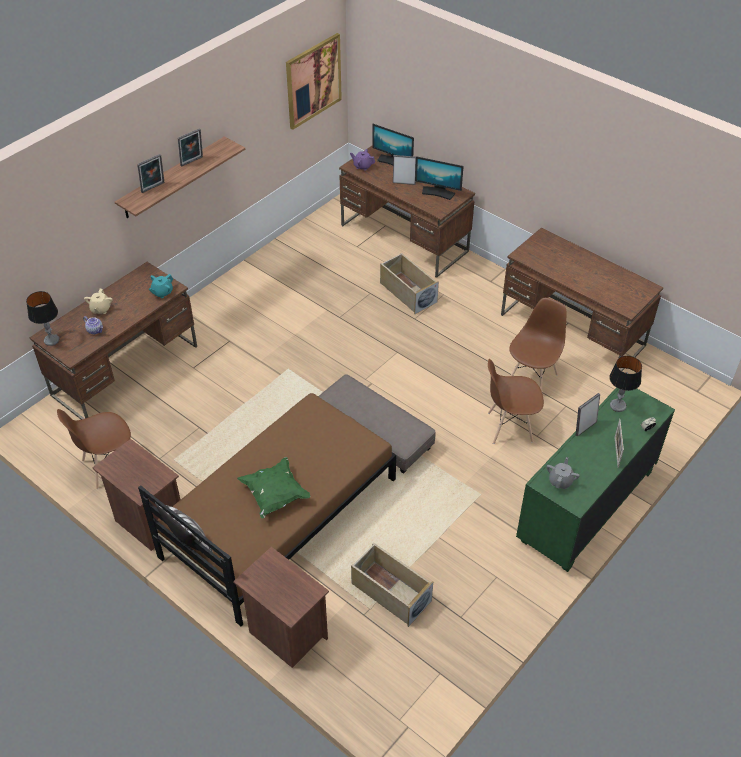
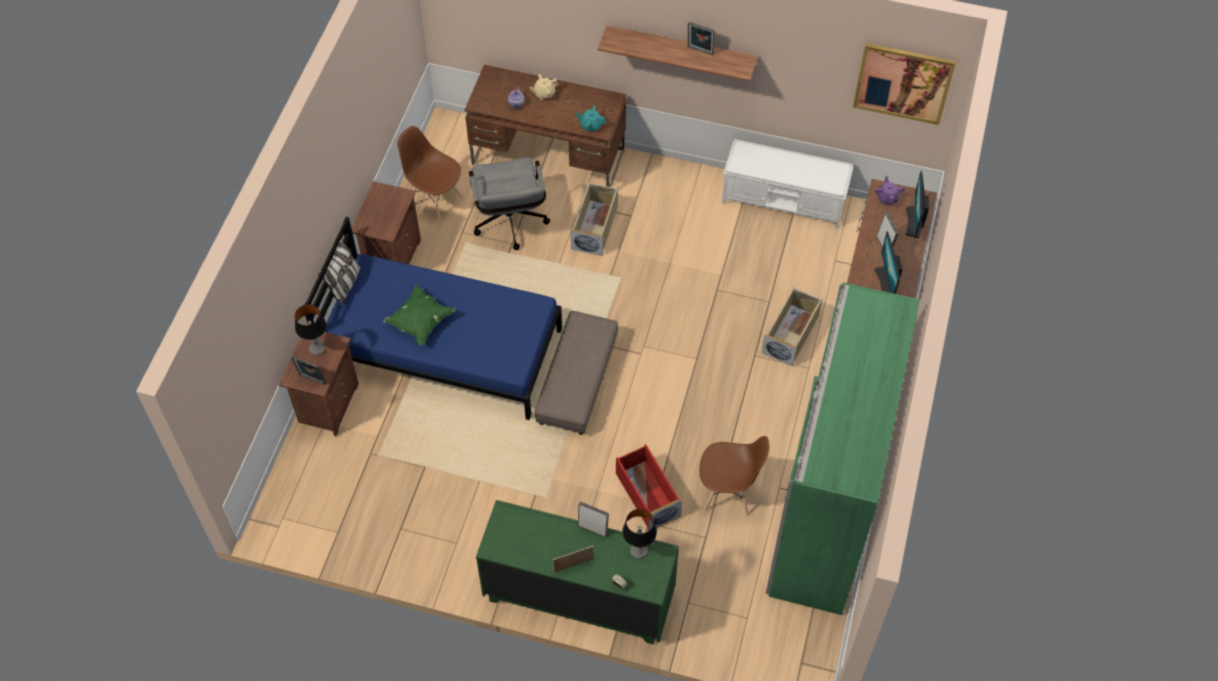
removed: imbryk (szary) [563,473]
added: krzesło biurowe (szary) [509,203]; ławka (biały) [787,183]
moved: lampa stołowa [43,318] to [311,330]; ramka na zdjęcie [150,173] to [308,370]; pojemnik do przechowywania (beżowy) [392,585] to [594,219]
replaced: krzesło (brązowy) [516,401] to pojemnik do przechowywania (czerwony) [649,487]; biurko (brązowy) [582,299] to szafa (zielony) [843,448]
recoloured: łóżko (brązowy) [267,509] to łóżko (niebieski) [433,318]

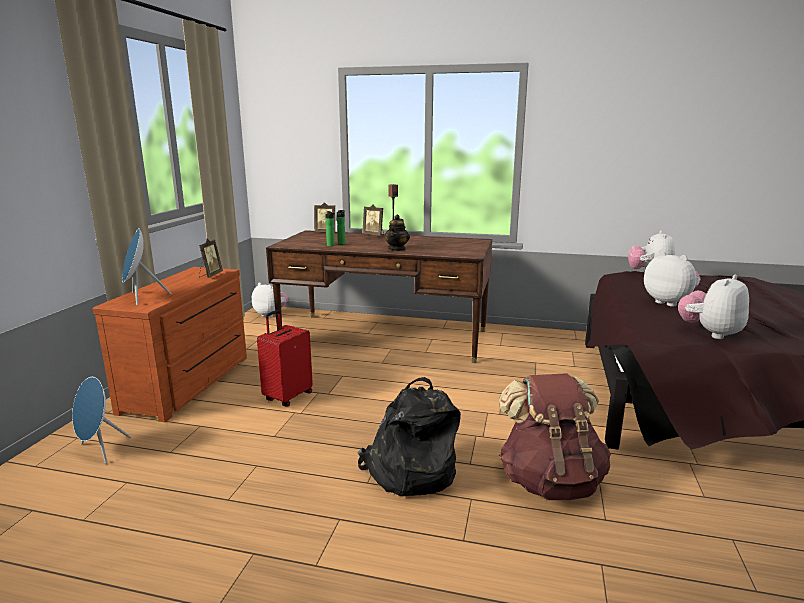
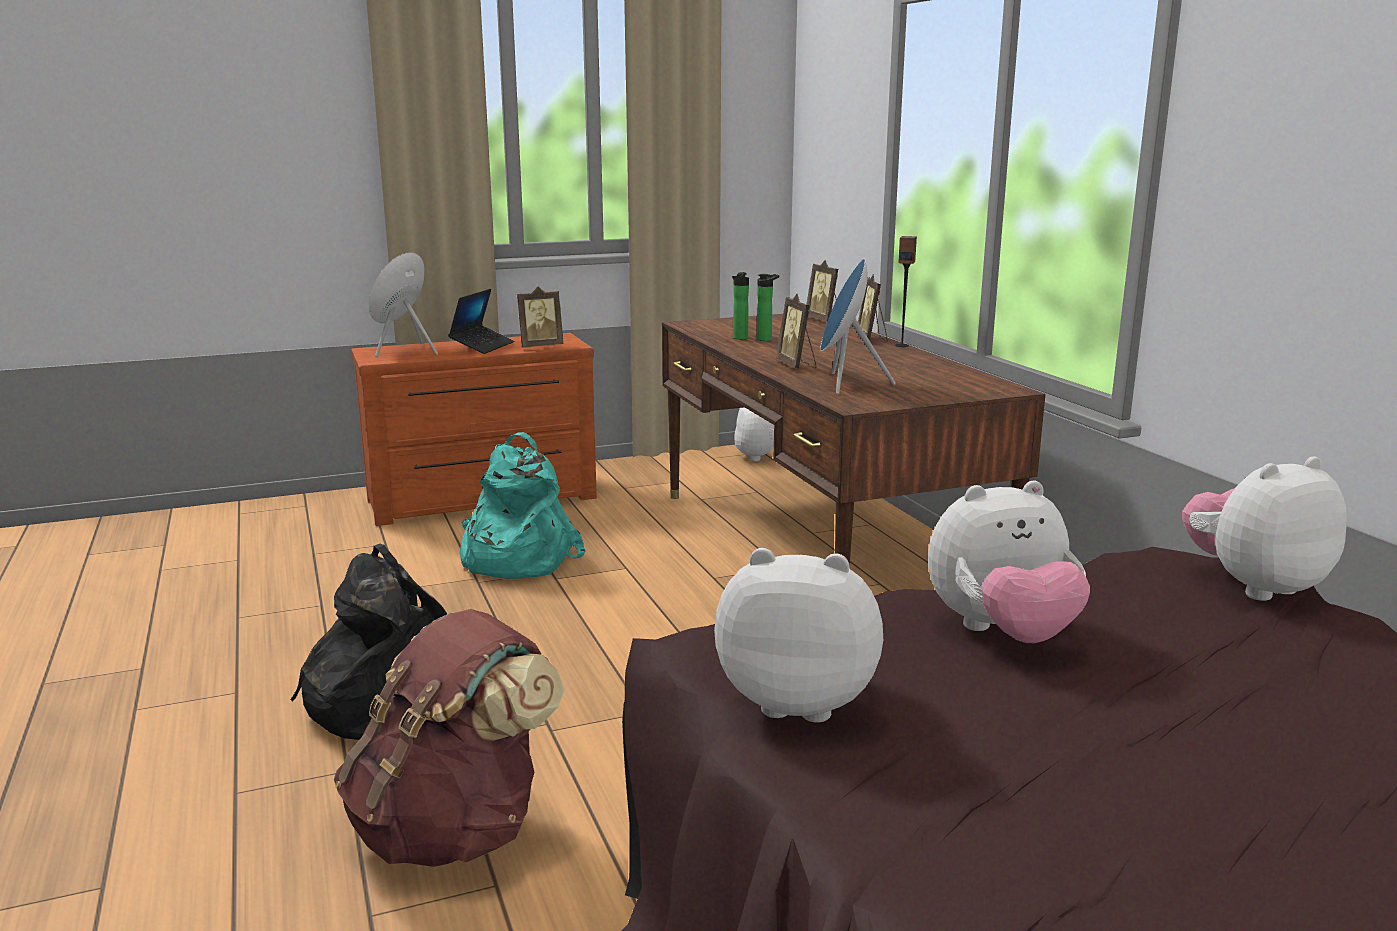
added: laptop [481,321]
moved: głośnik (niebieski) [101,420] to [858,326]
replaced: walizka (czerwony) [285,358] to plecak (turkusowy) [522,505]; imbryk [397,233] to ramka na zdjęcie [796,331]
turned: pluszak [672,279] = [1009,562] 60 degrees clockwise

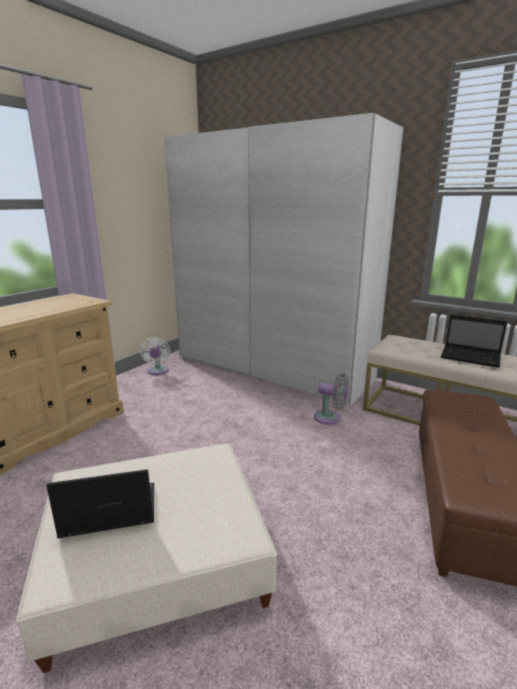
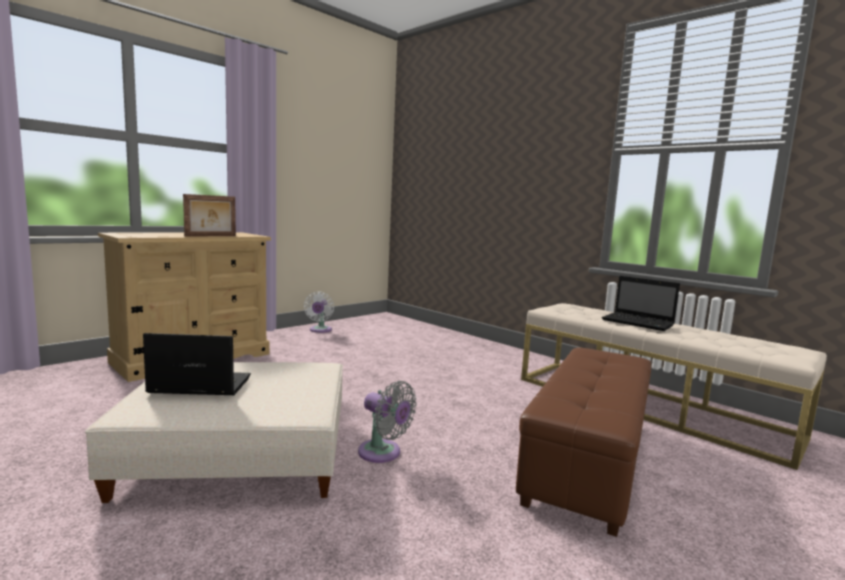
removed: szafa (biały) [284,259]
added: ramka na zdjęcie [209,215]
moved: wentylator (szary) [331,399] to [387,422]

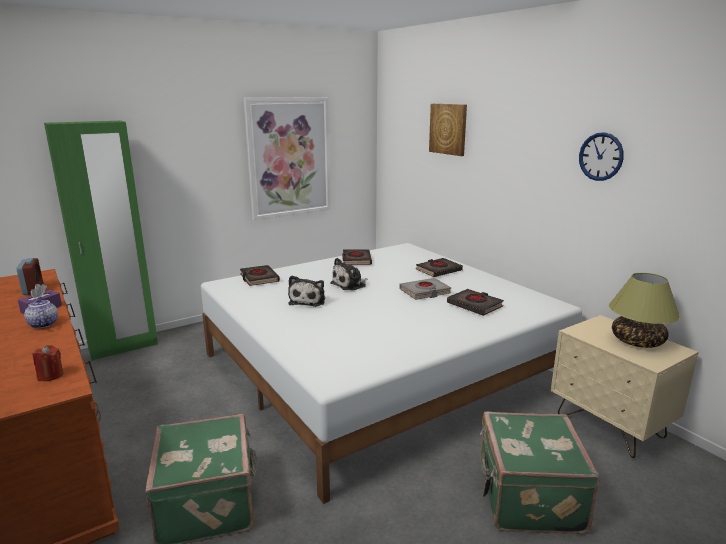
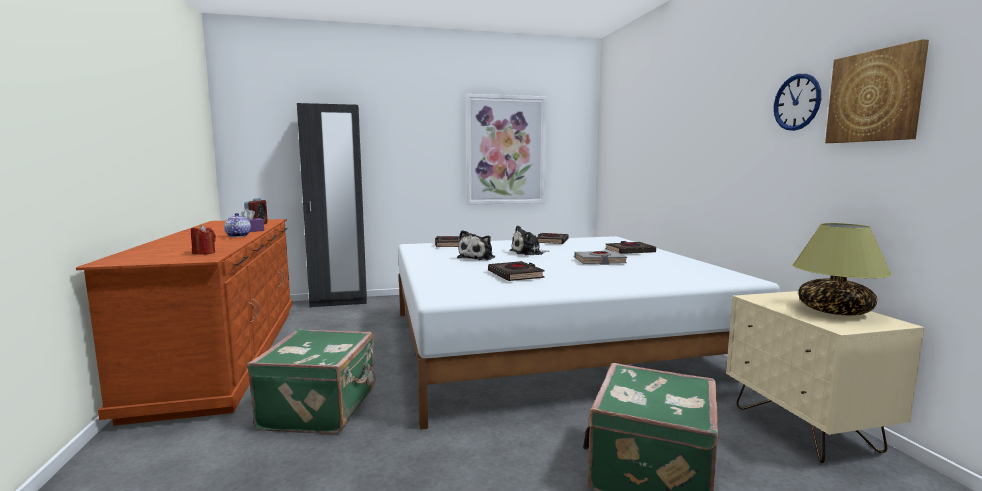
moved: obraz [448,130] to [877,91]; książka (czarny) [475,302] to [516,271]
recoloured: szafa (zielony) [101,241] to szafa (czarny) [332,205]

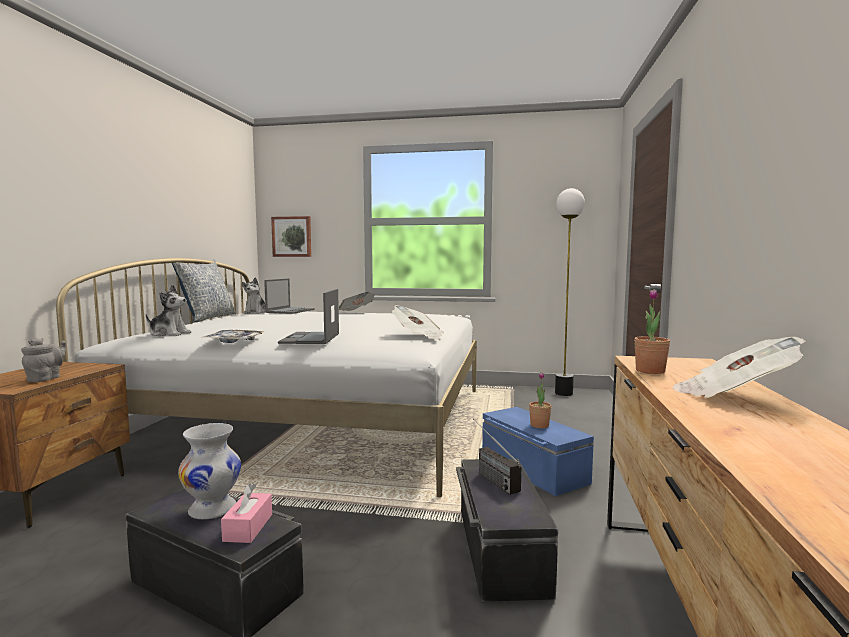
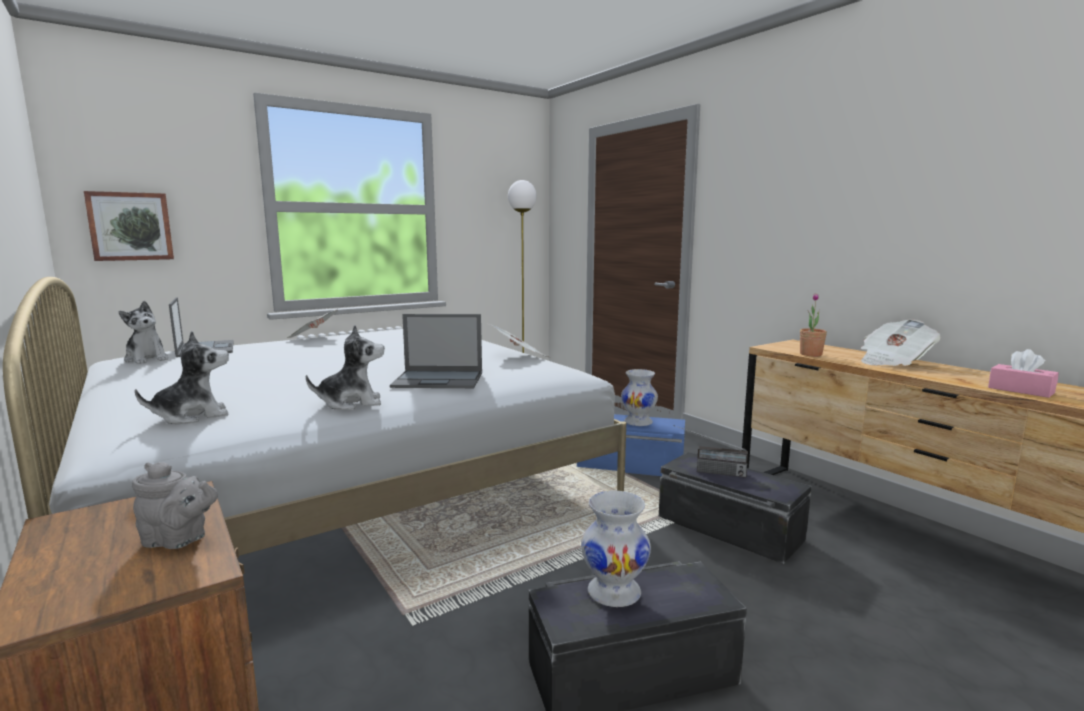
removed: poduszka [204,291]
moved: pudełko chusteczek (różowy) [246,513] to [1023,373]
replaced: taca [233,336] to pluszak [345,367]; roślina doniczkowa [540,400] to wazon (biały) [639,397]
turned: imbryk (szary) [43,360] = [175,505] 135 degrees clockwise; laptop [308,316] = [436,351] 45 degrees counterclockwise

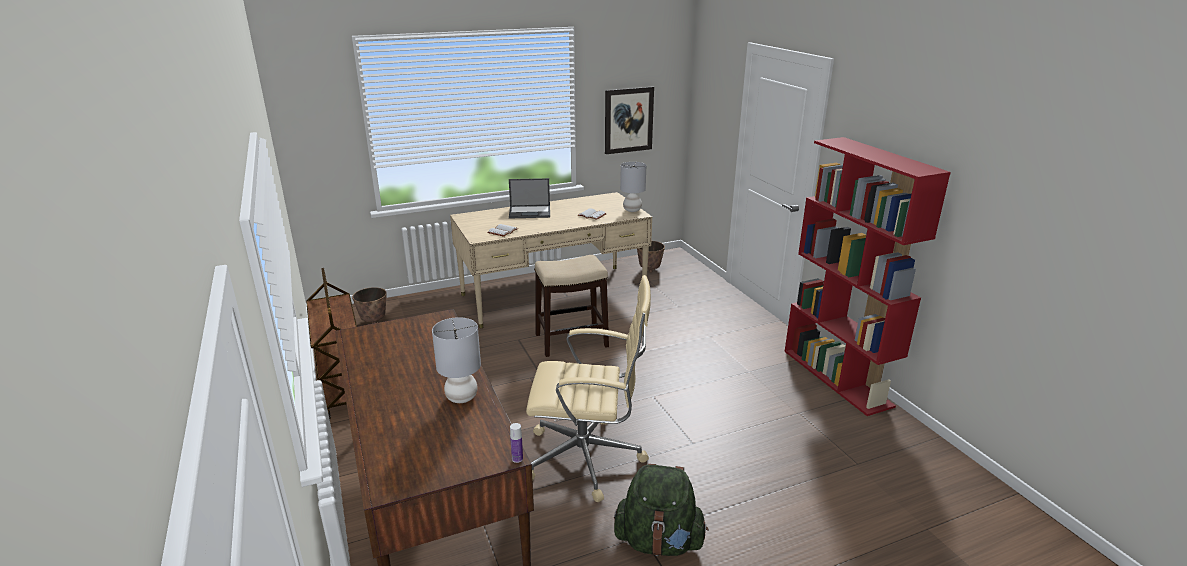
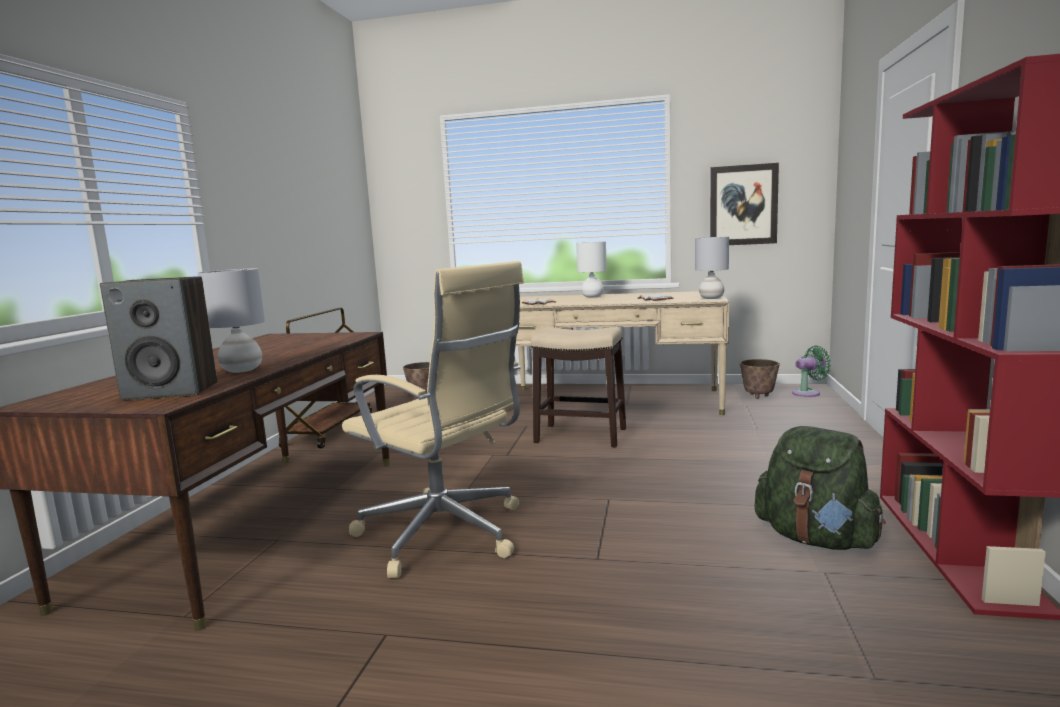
removed: butelka [516,443]
added: głośnik [158,338]; wentylator (zielony) [811,371]
moved: plecak (zielony) [661,510] to [820,488]
replaced: laptop [529,198] to lampa stołowa (biały) [591,269]

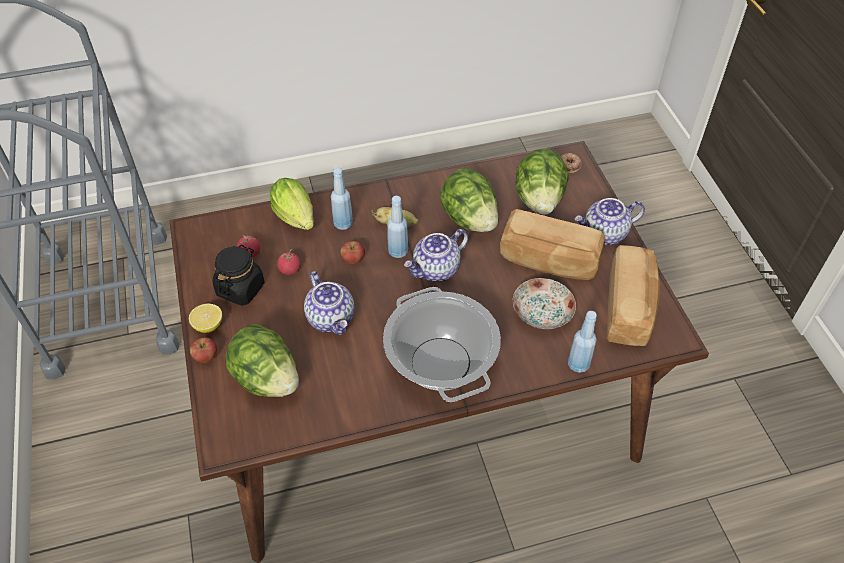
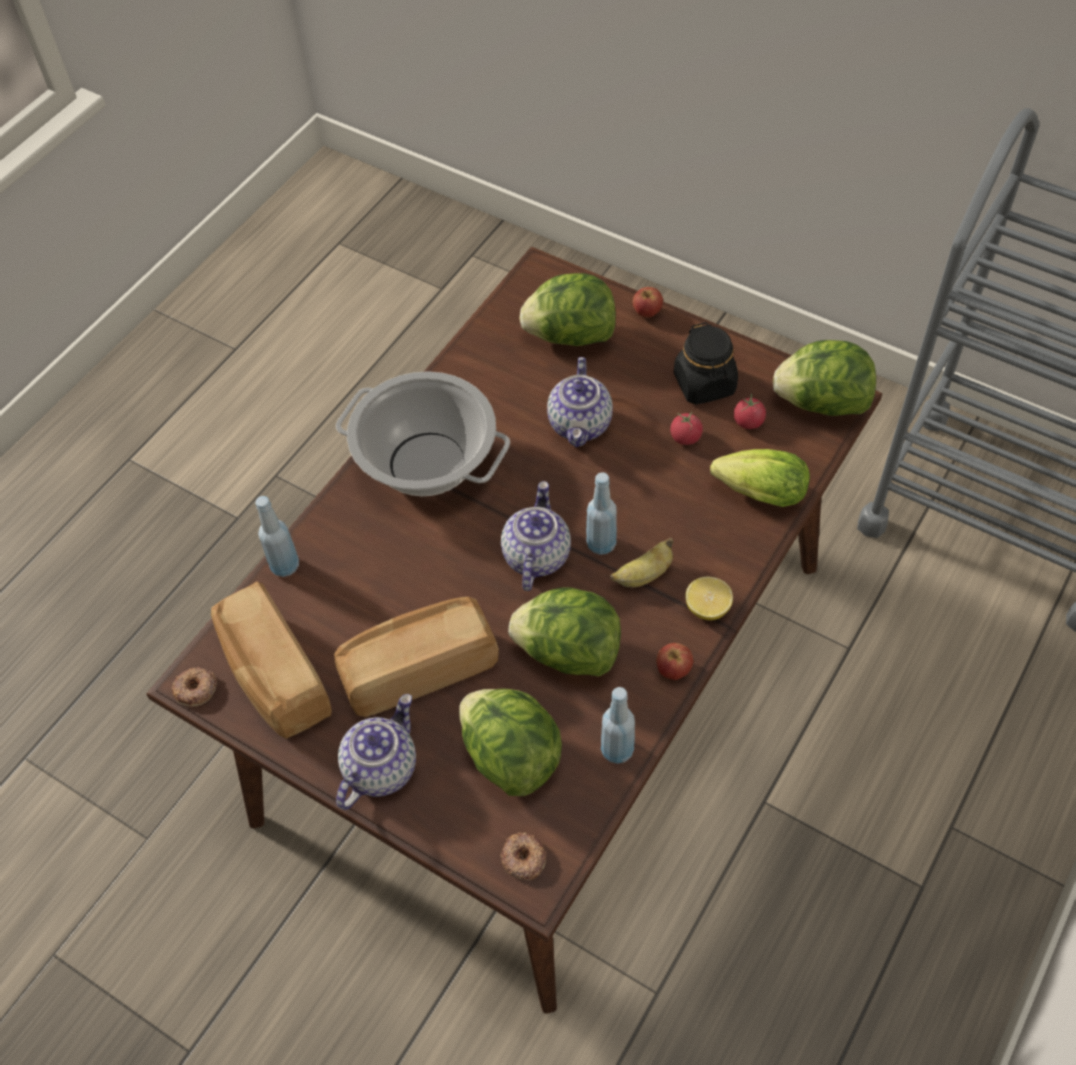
removed: talerz [544,303]
added: donut [194,686]; sałata [824,378]
moved: cytryna [205,318] to [709,598]; butelka (niebieski) [342,199] to [618,725]; jabłko [352,252] to [674,661]
turned: imbryk [329,303] = [580,402] 105 degrees counterclockwise

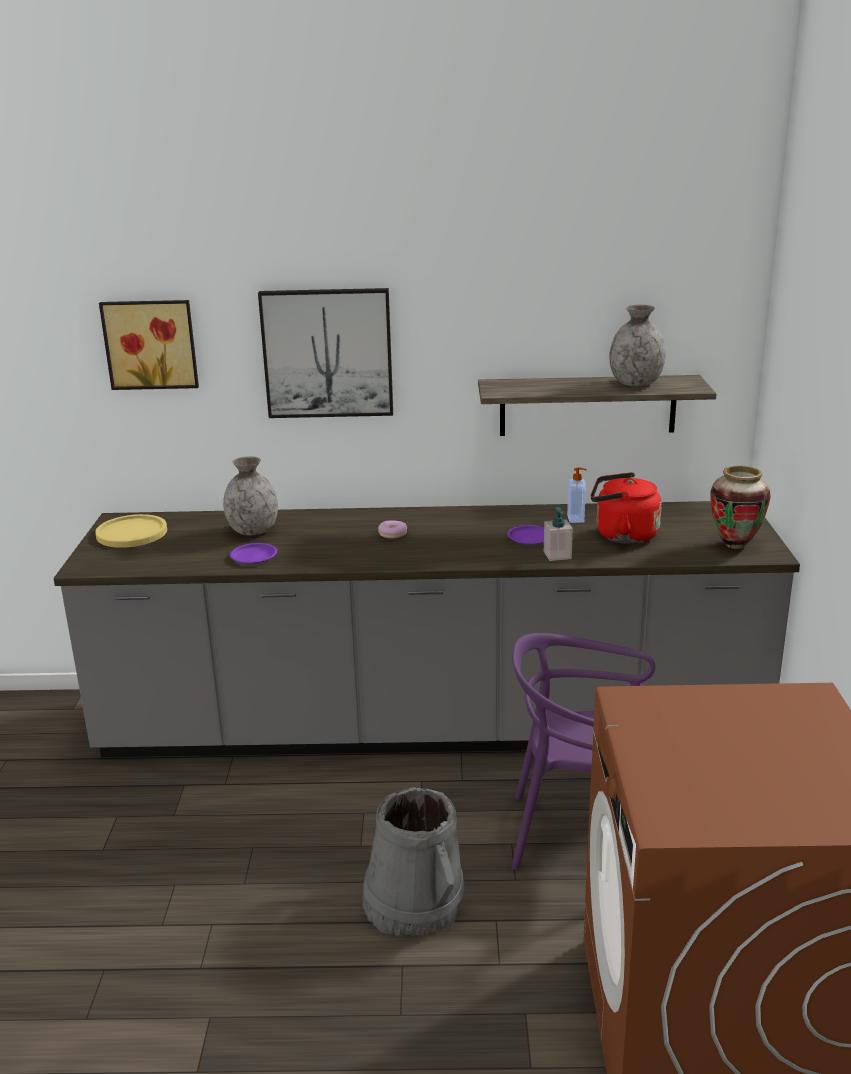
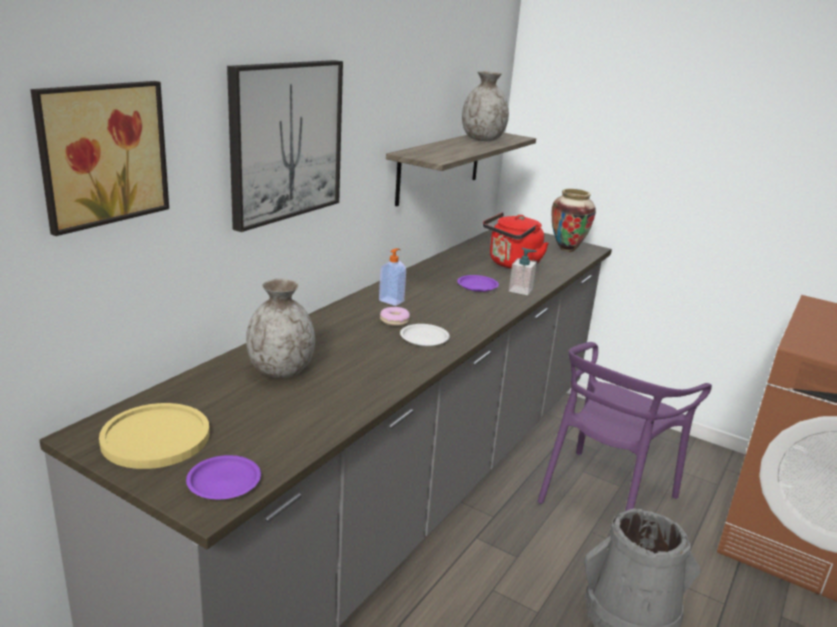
added: talerz (biały) [425,335]
moved: talerz (fioletowy) [253,553] to [223,477]; dozownik mydła [577,495] to [392,277]

